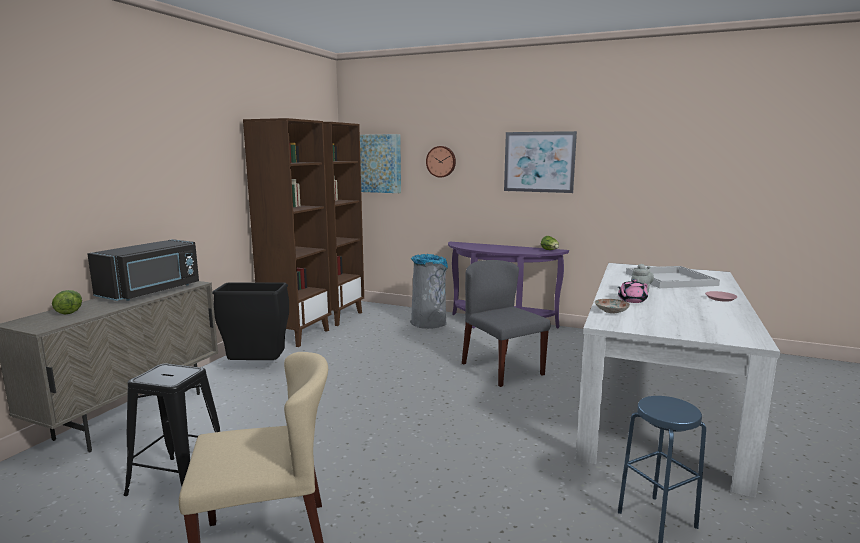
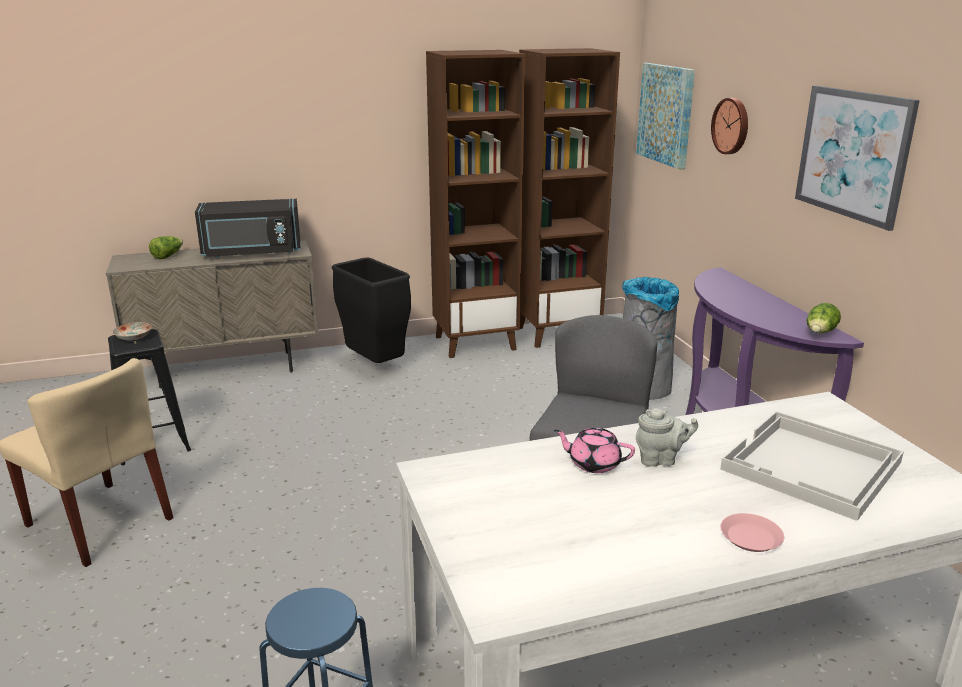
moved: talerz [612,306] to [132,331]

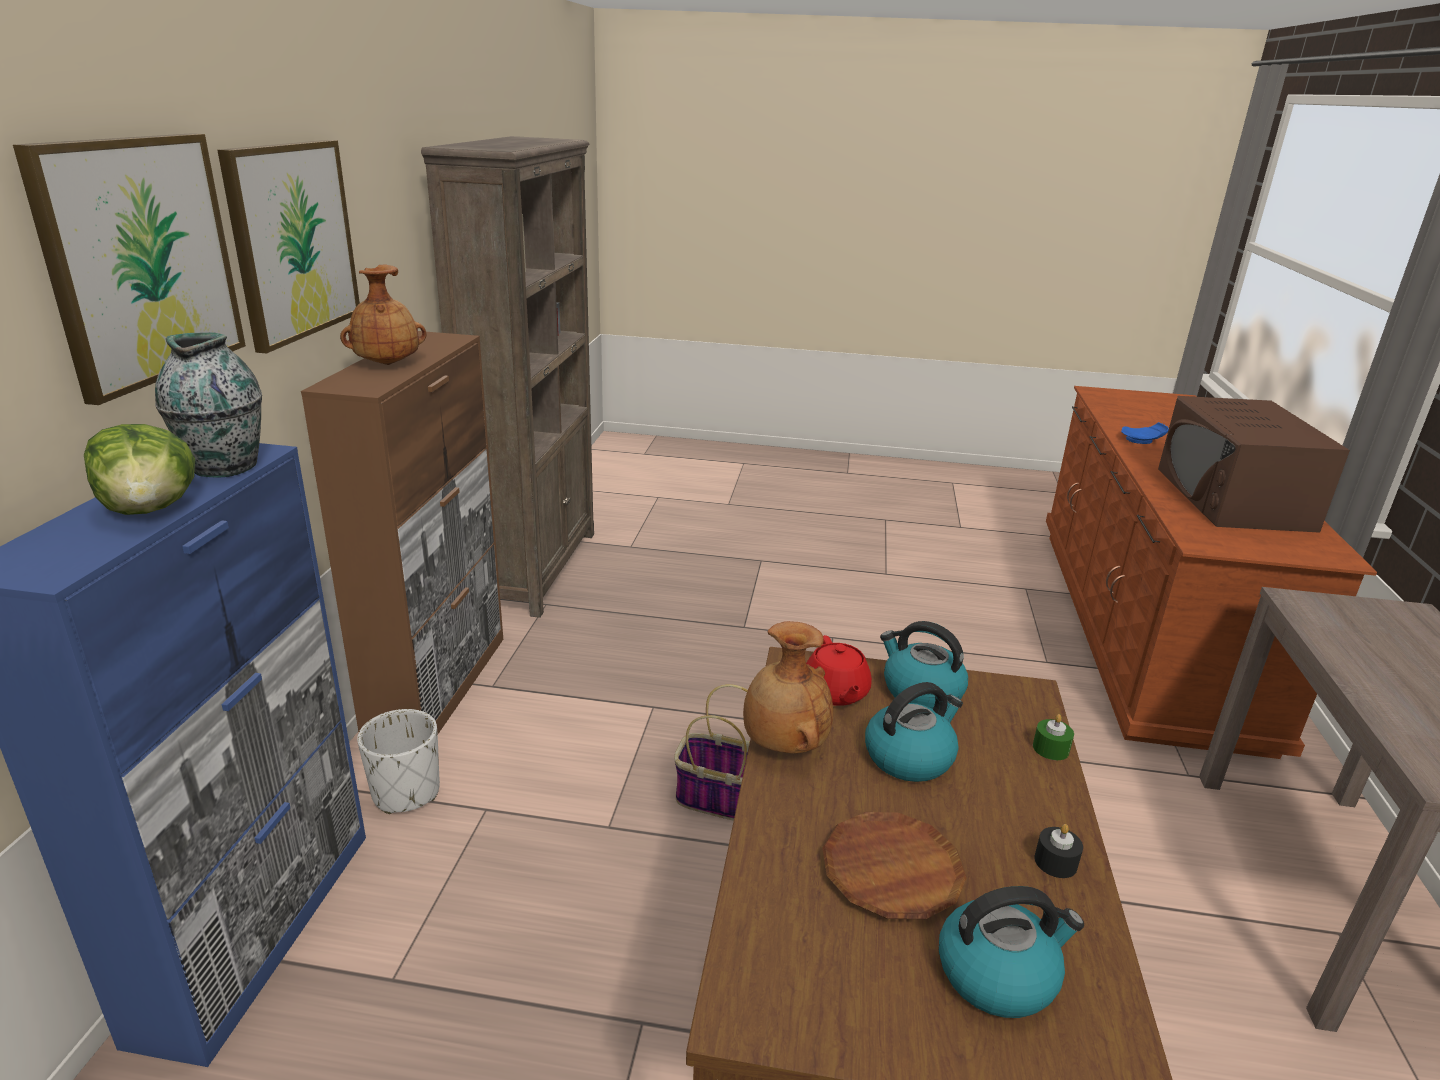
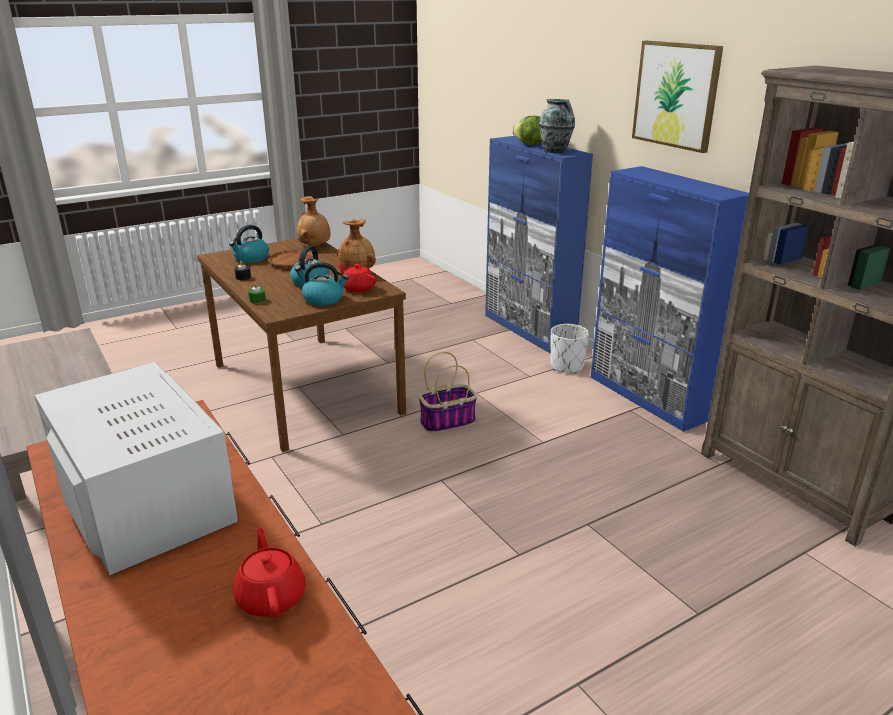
removed: obraz [129,269]
moved: wazon (brązowy) [383,315] to [313,221]
replaced: talerz (niebieski) [1145,433] to imbryk (czerwony) [269,572]
recoloured: szafka (brązowy) [402,532] to szafka (niebieski) [670,299]; mikrofalówka (brązowy) [1254,464] to mikrofalówka (biały) [136,468]

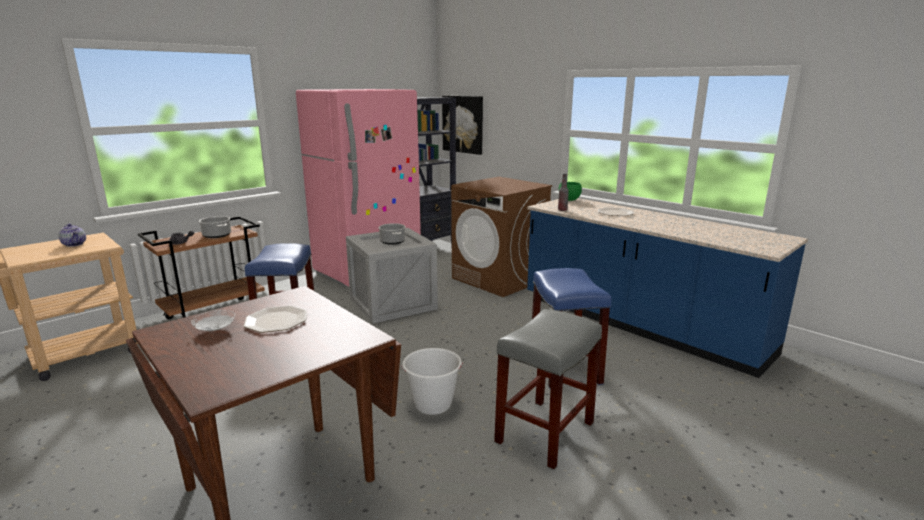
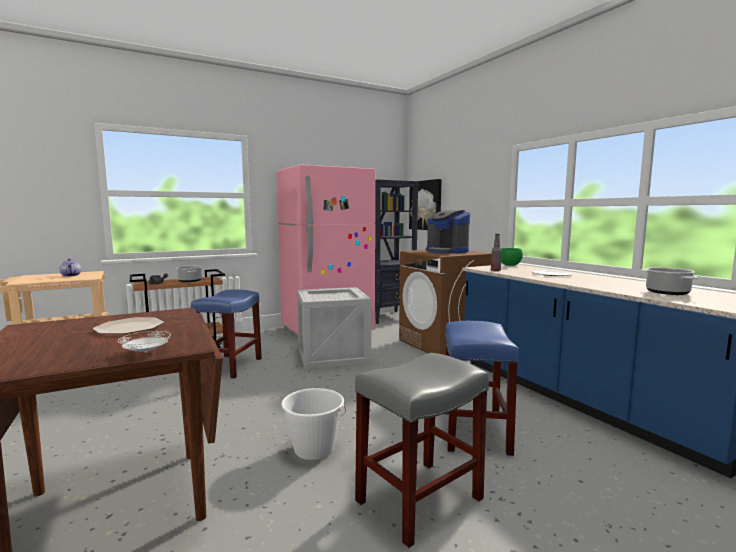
added: ekspres do kawy [448,232]
moved: talerz (biały) [213,320] to [144,342]; garnek [392,234] to [671,281]

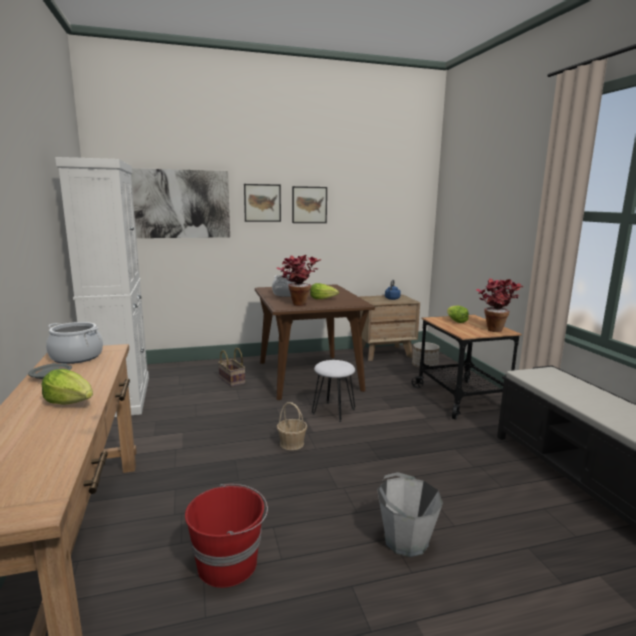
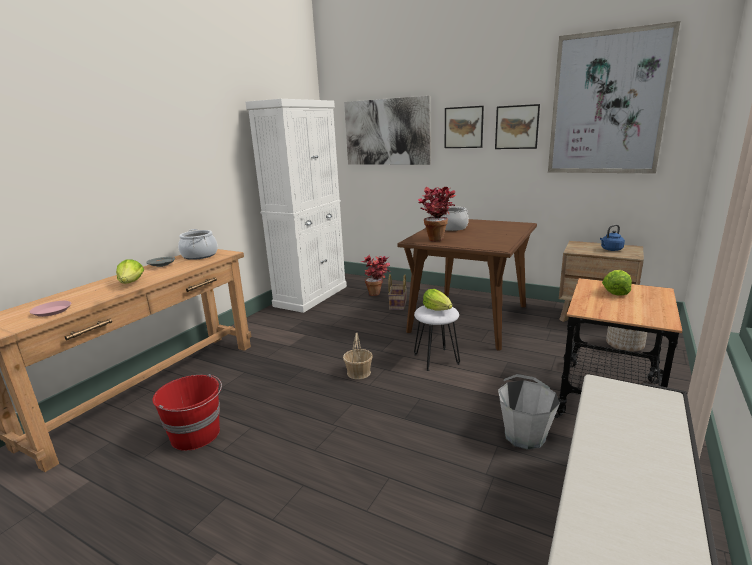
added: talerz (różowy) [50,309]; obraz [614,97]
moved: sałata [324,291] to [437,300]; wiadro (szary) [410,514] to [529,412]; roślina doniczkowa [499,305] to [375,275]

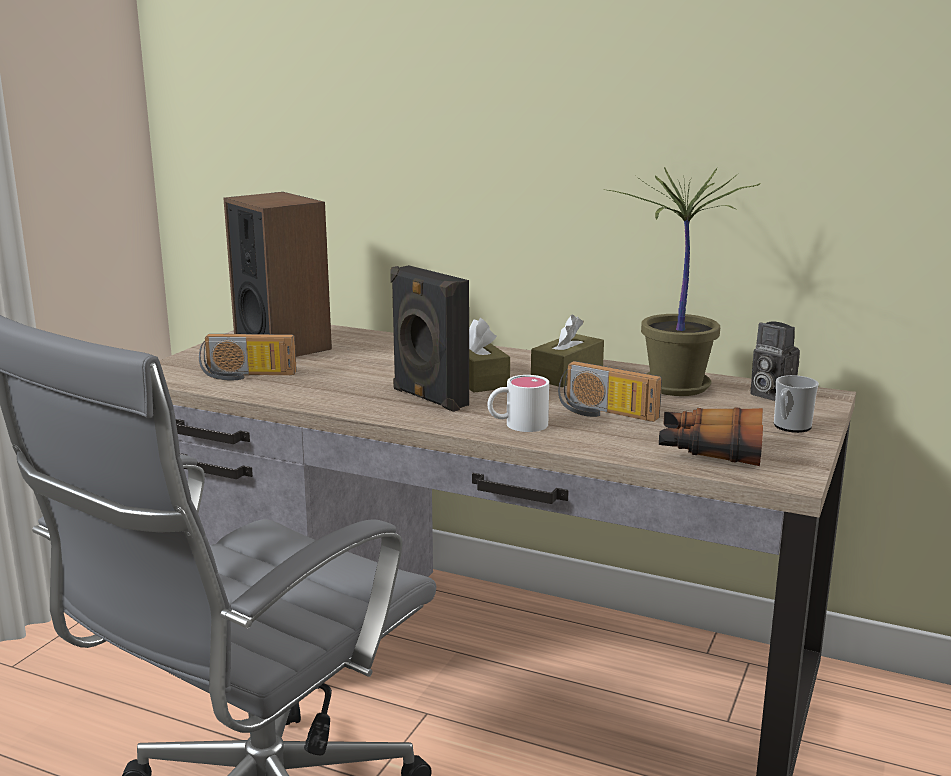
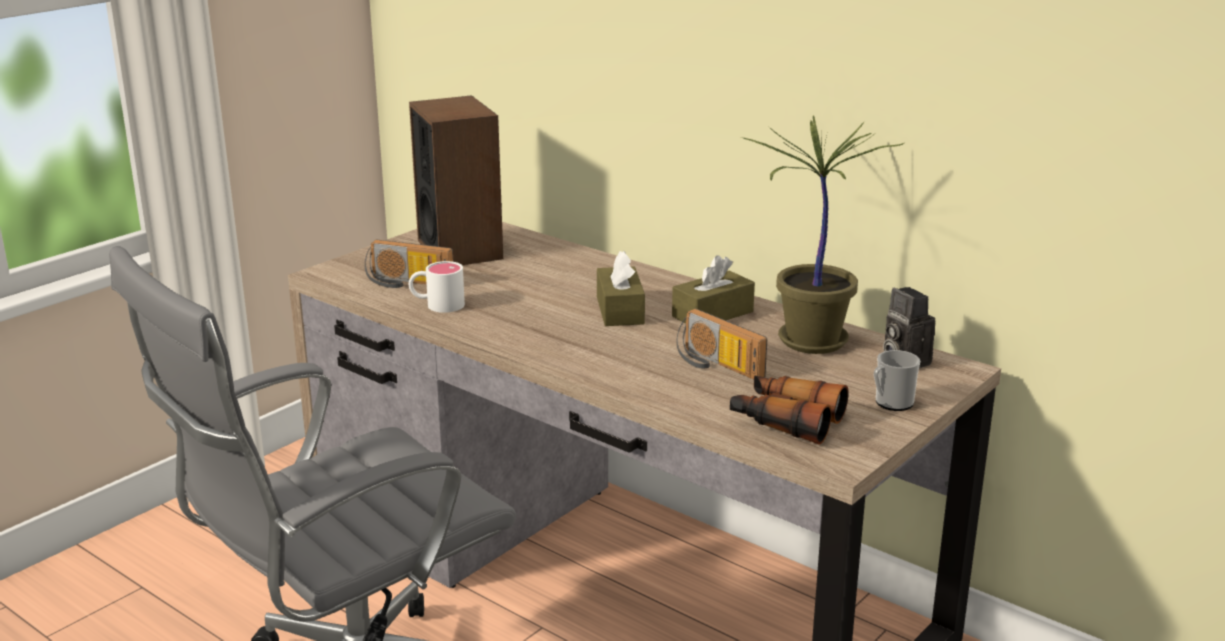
removed: głośnik (czarny) [429,338]
moved: kubek (biały) [518,403] to [437,287]

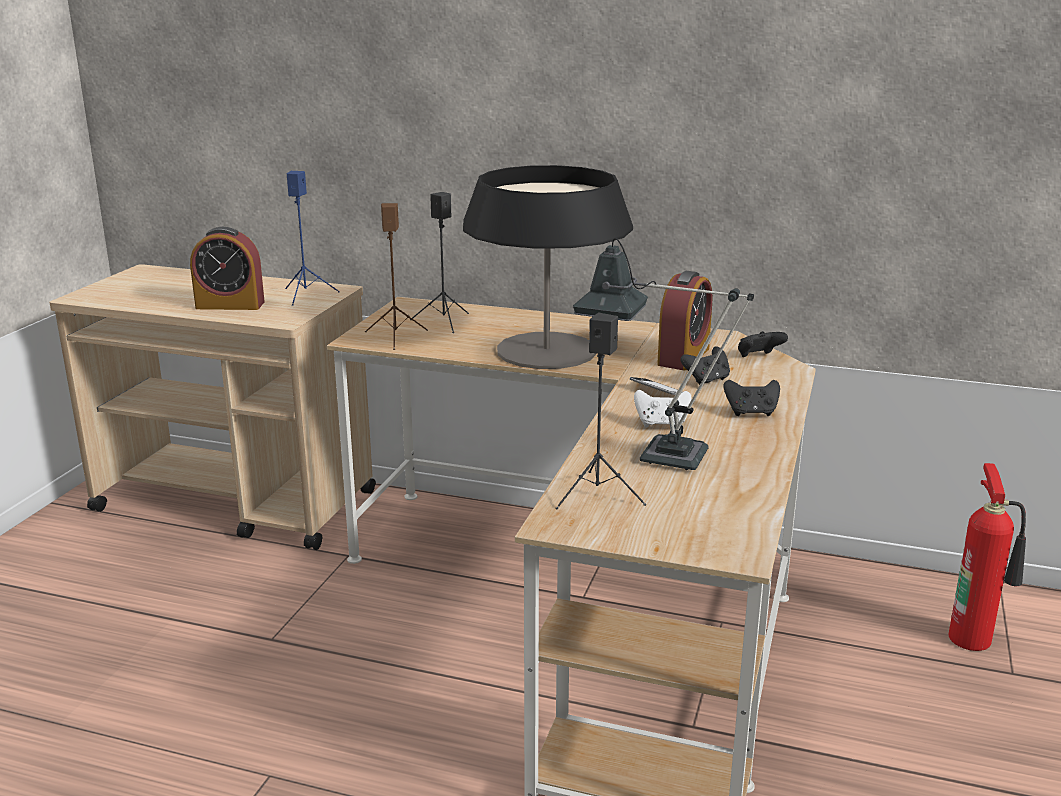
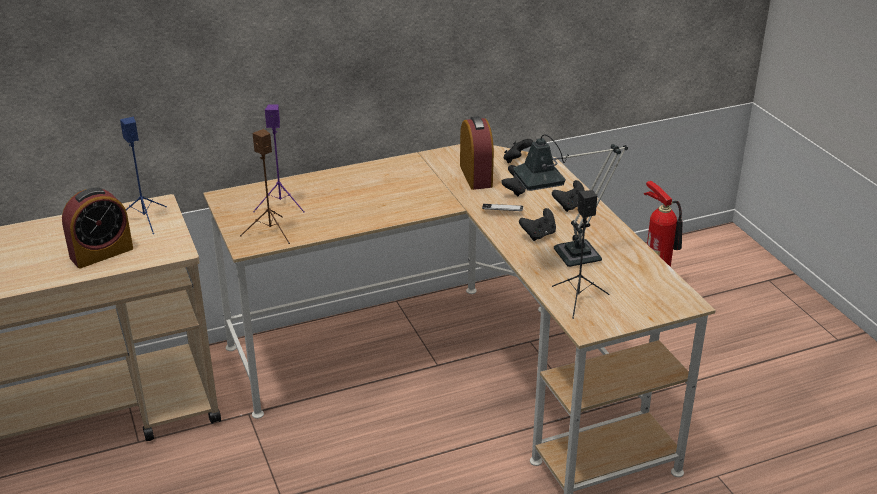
removed: lampa stołowa [548,267]
recoloured: głośnik (czarny) [439,262] to głośnik (fioletowy) [279,158]; pad do gier (biały) [663,408] to pad do gier (czarny) [537,224]

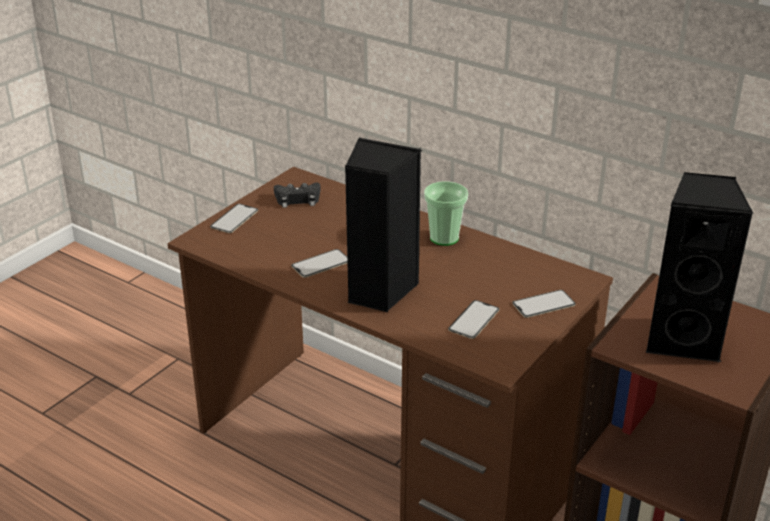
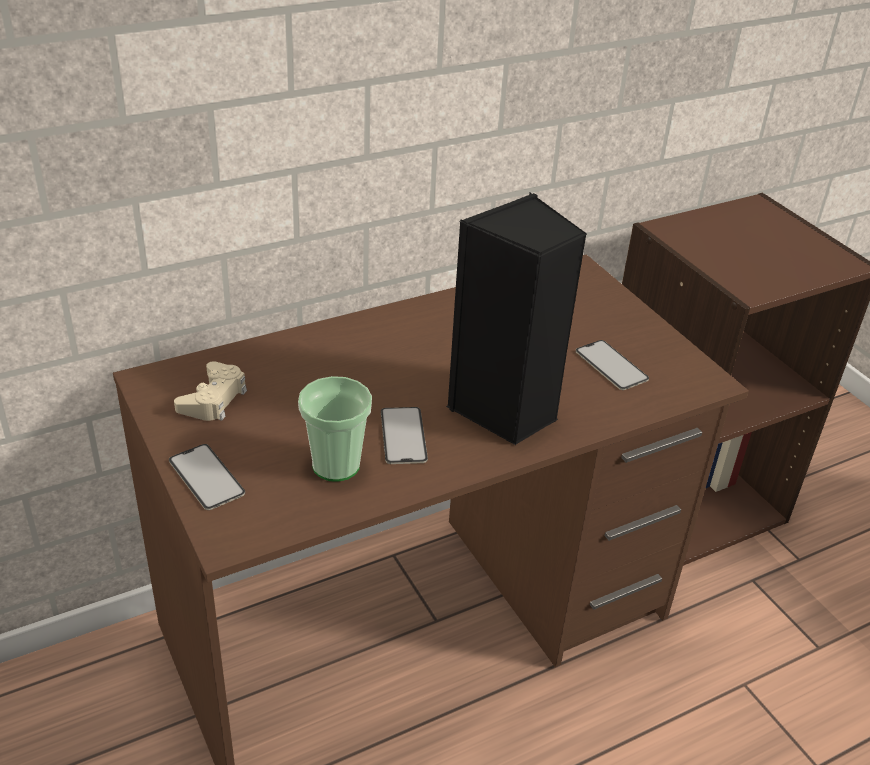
removed: telefon [543,304]; głośnik (czarny) [699,267]
moved: filiżanka [446,213] to [335,428]
recoloured: pad do gier (czarny) [297,195] to pad do gier (beżowy) [210,391]

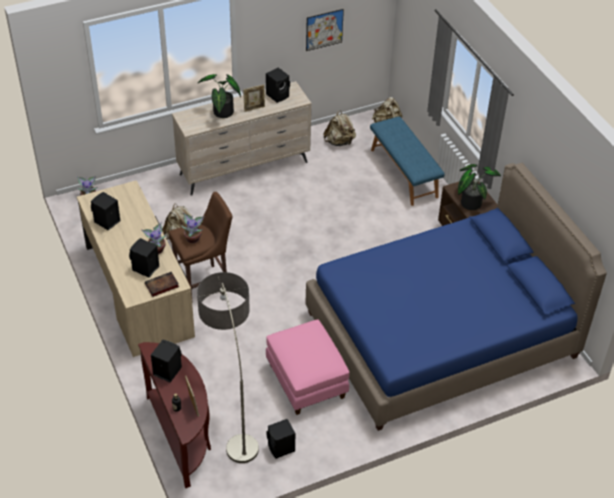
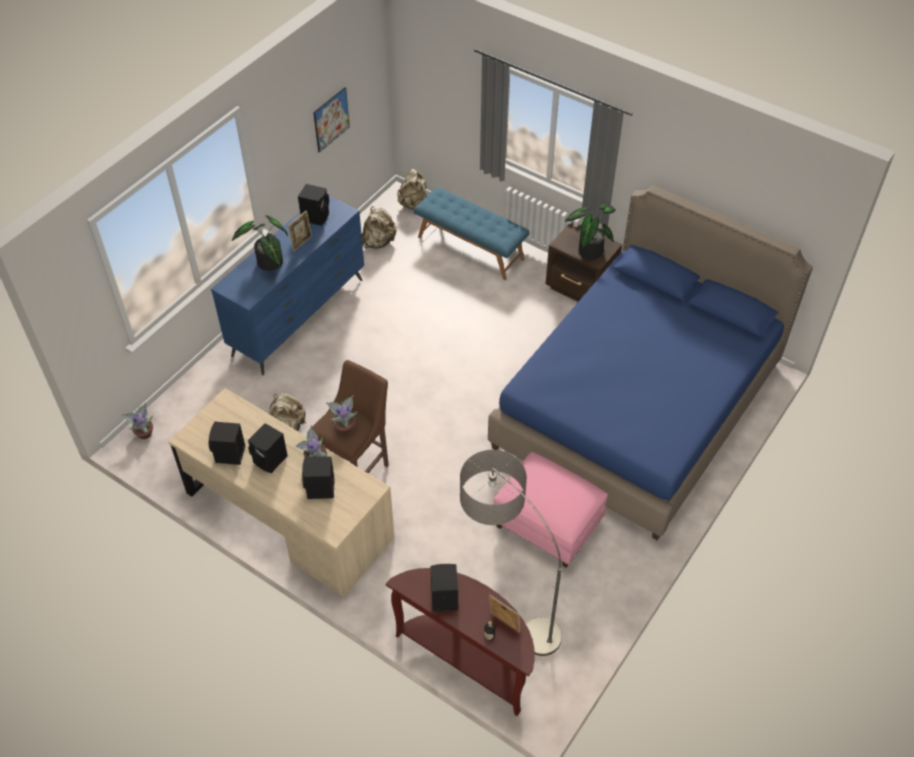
removed: książka [162,284]
moved: głośnik (czarny) [280,439] to [268,448]
recoloured: komoda (beżowy) [242,138] to komoda (niebieski) [287,285]

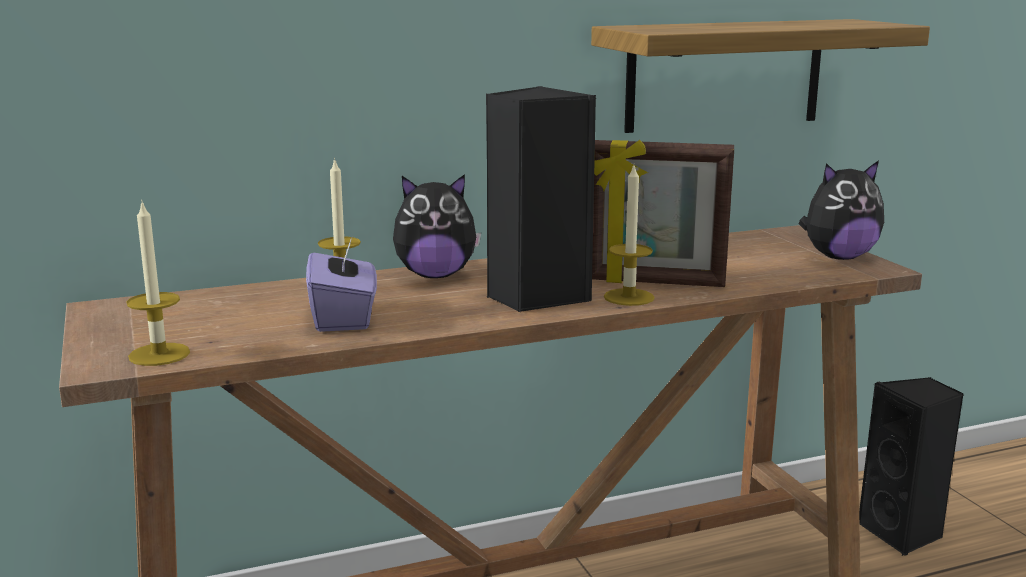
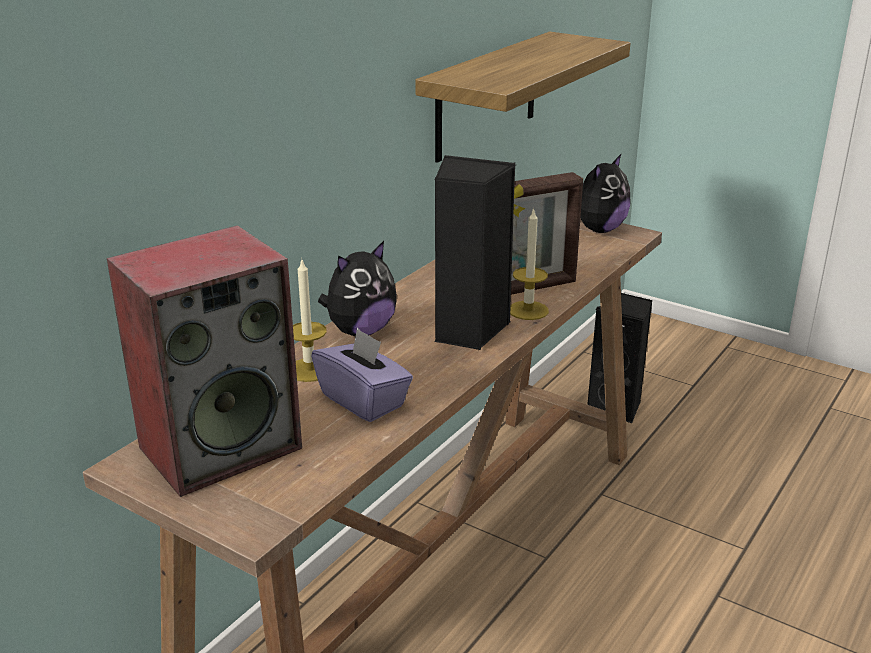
removed: świeca [158,283]
added: głośnik [204,361]

